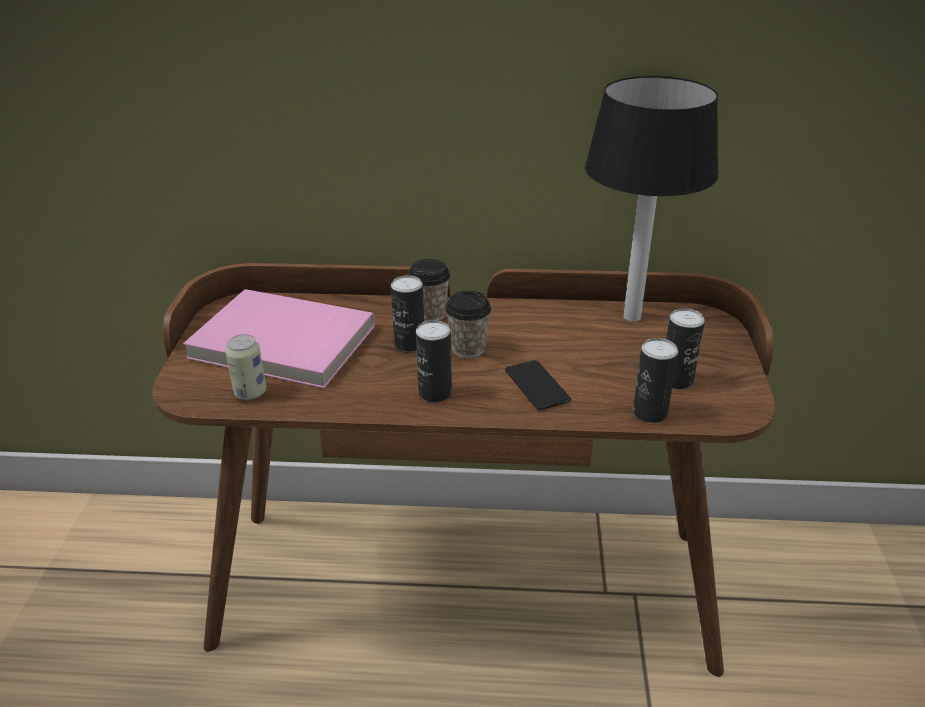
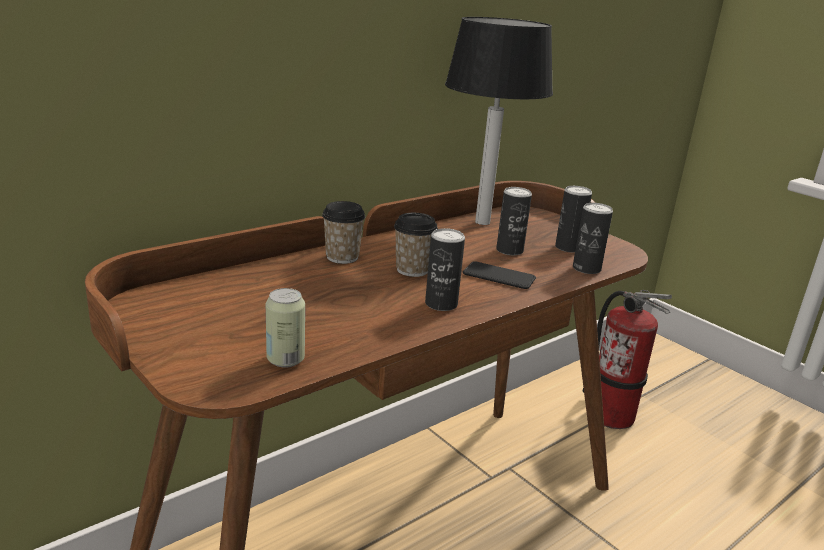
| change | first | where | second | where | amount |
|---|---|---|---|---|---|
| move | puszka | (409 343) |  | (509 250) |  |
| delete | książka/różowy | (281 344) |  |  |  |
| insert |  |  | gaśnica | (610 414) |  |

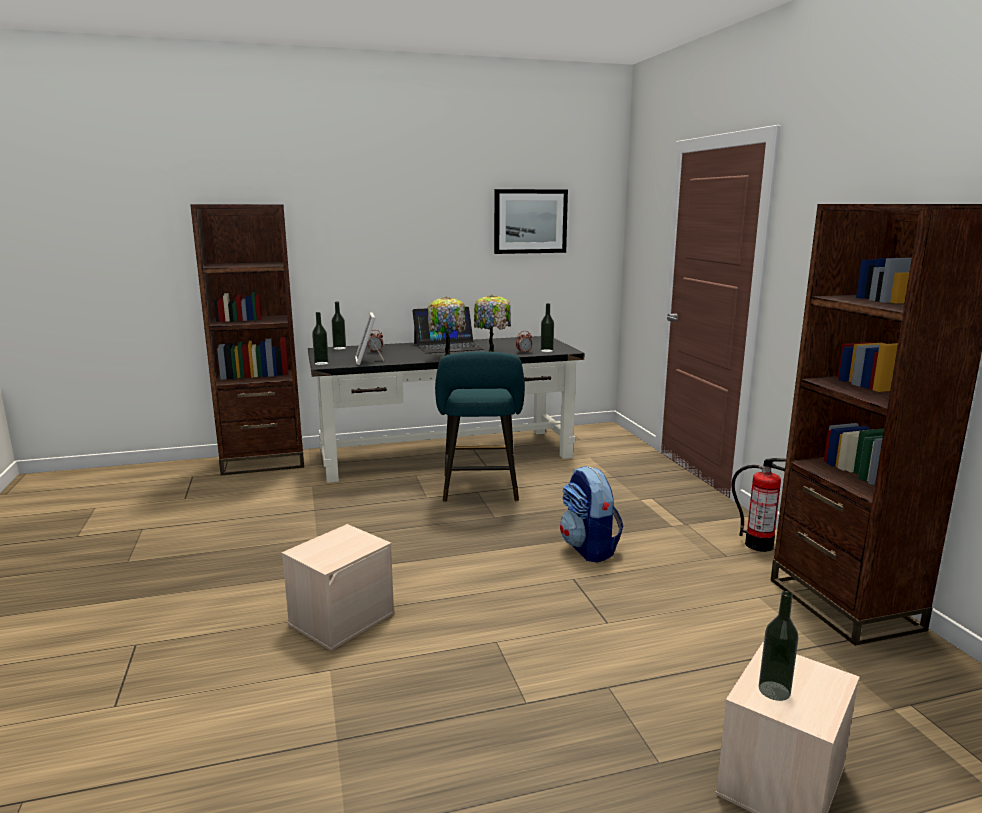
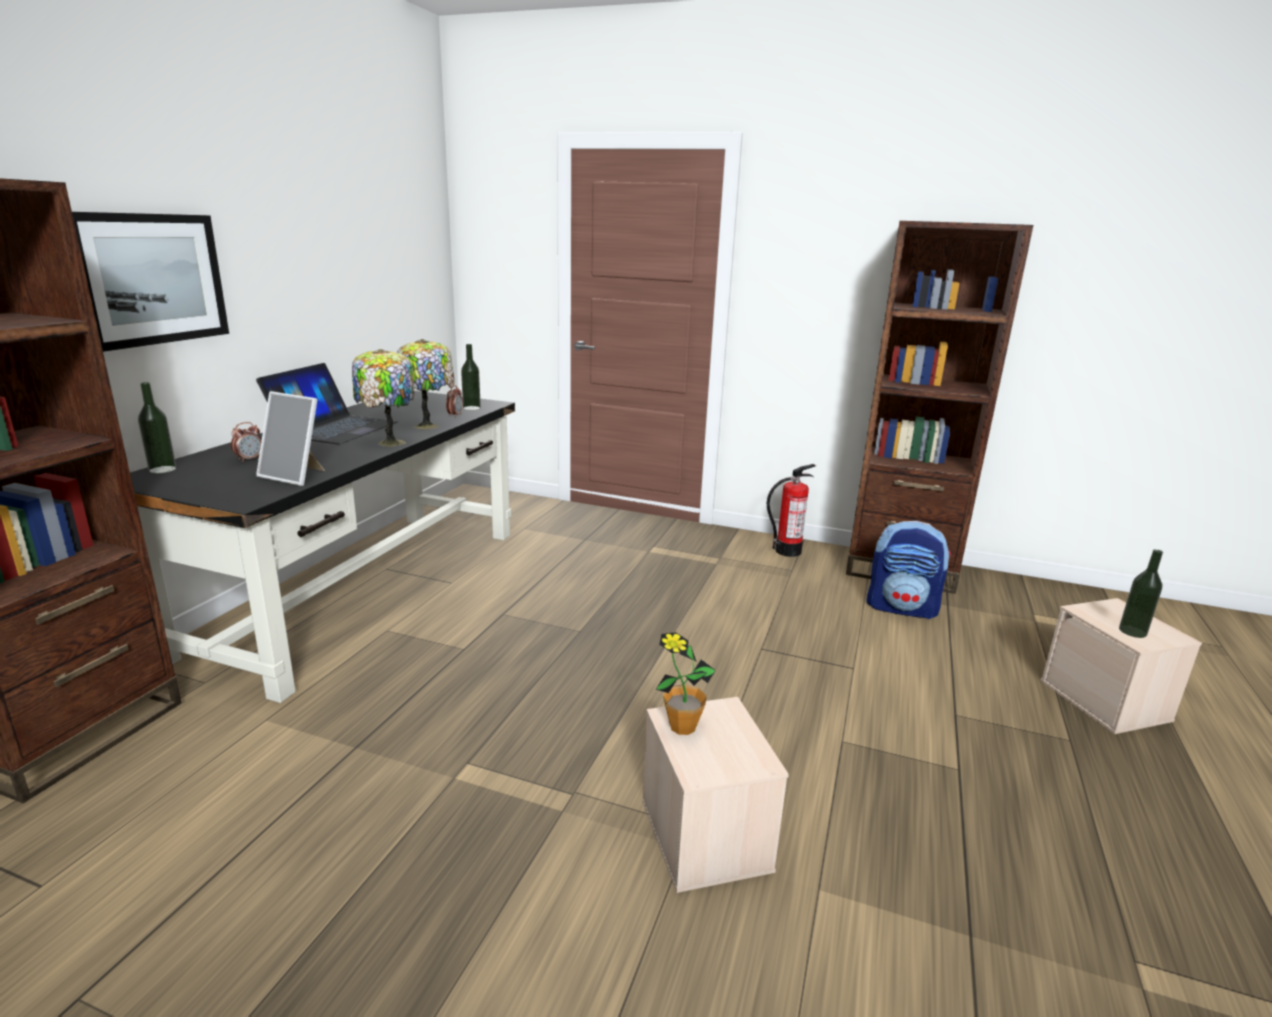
| change | first | where | second | where | amount |
|---|---|---|---|---|---|
| move | obraz | (530 221) |  | (151 279) |  |
| delete | butelka | (321 363) |  |  |  |
| delete | stołek/turkusowy | (480 490) |  |  |  |
| move | plecak | (589 549) |  | (902 608) |  |
| insert |  |  | roślina doniczkowa | (682 727) |  |

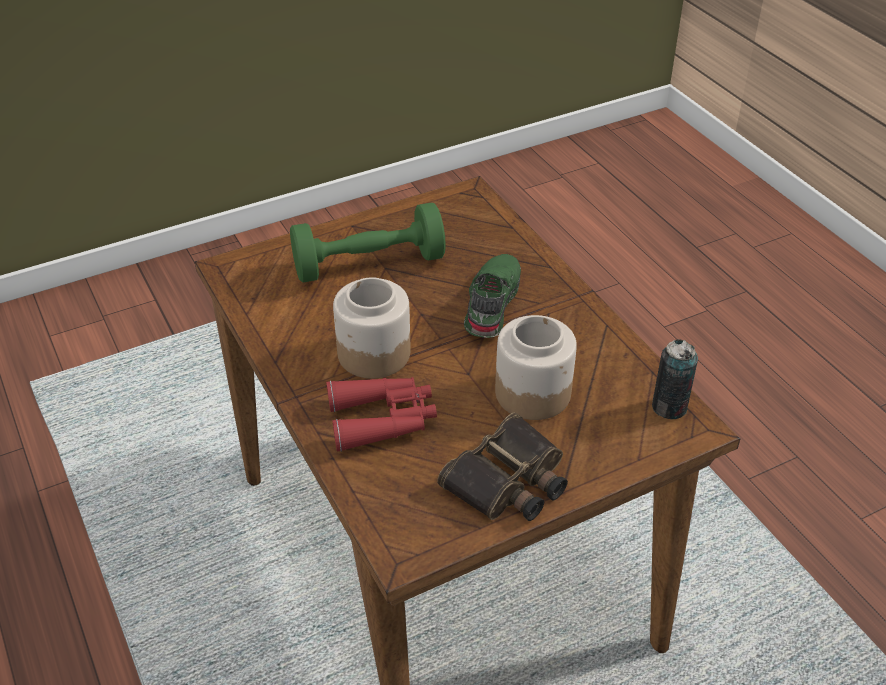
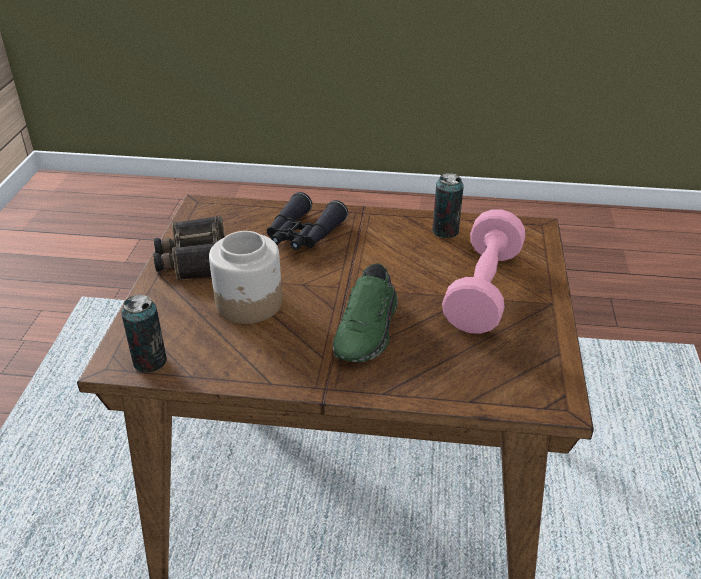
| change | first | where | second | where | amount |
|---|---|---|---|---|---|
| recolor | hantel/zielony | (369 264) | hantel/różowy | (483 290) |  |
| rotate | but/zielony | (490 303) |  | (368 330) | 60 degrees clockwise |
| delete | słoik | (373 353) |  |  |  |
| recolor | lornetka/czerwony | (383 420) | lornetka/czarny | (303 234) |  |
| insert |  |  | puszka | (445 231) |  |

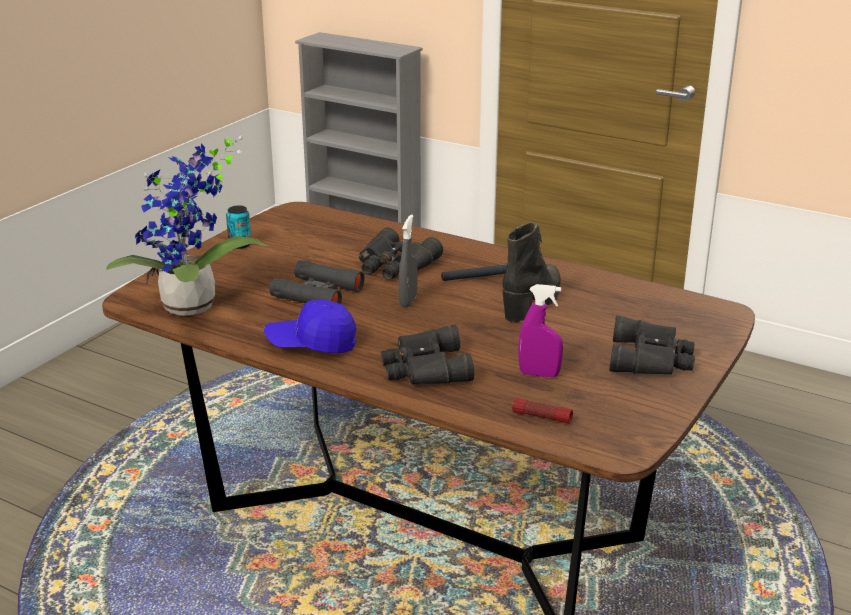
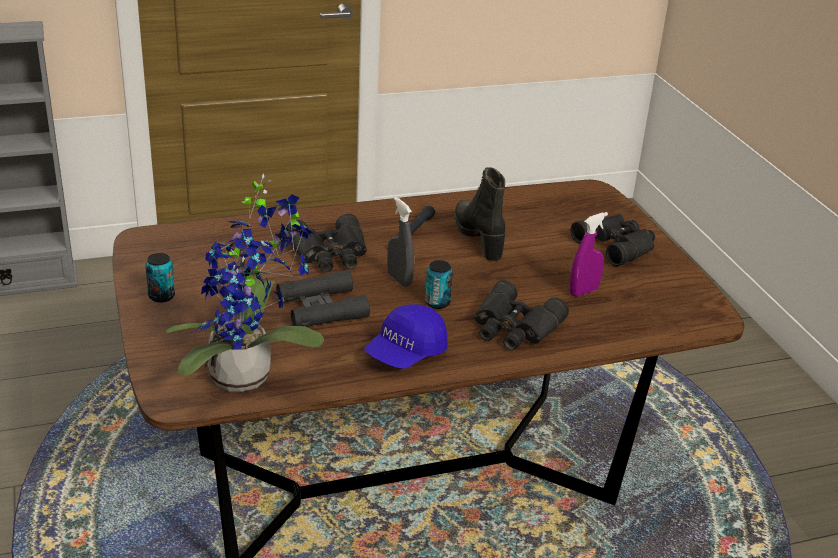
| change | first | where | second | where | amount |
|---|---|---|---|---|---|
| delete | latarka | (541 417) |  |  |  |
| insert |  |  | puszka | (437 303) |  |

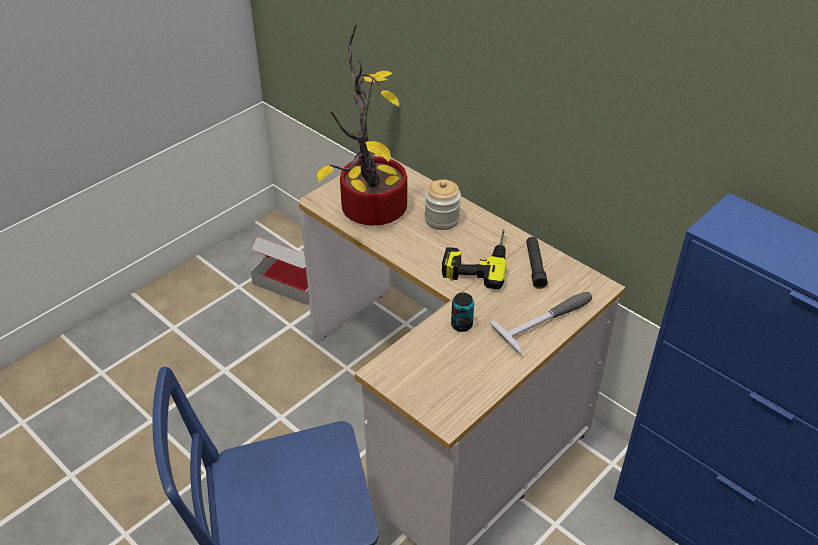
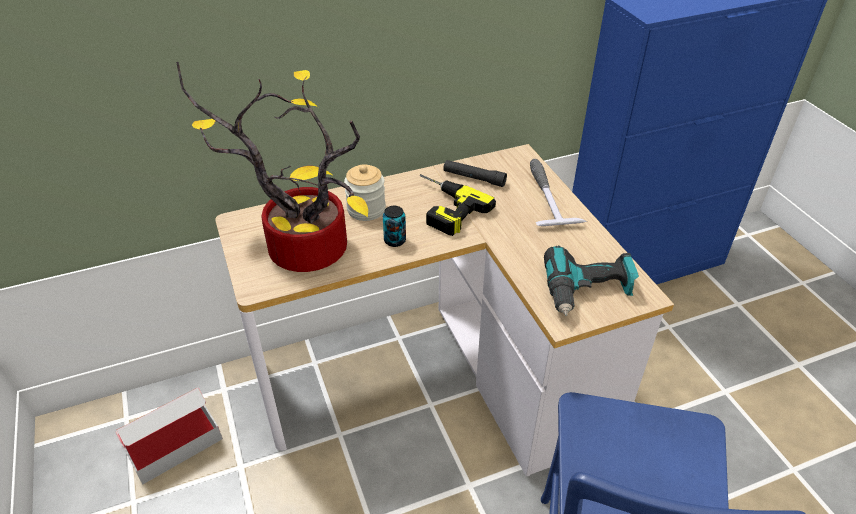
| change | first | where | second | where | amount |
|---|---|---|---|---|---|
| move | puszka | (461 325) |  | (395 240) |  |
| insert |  |  | wiertarka | (588 291) |  |

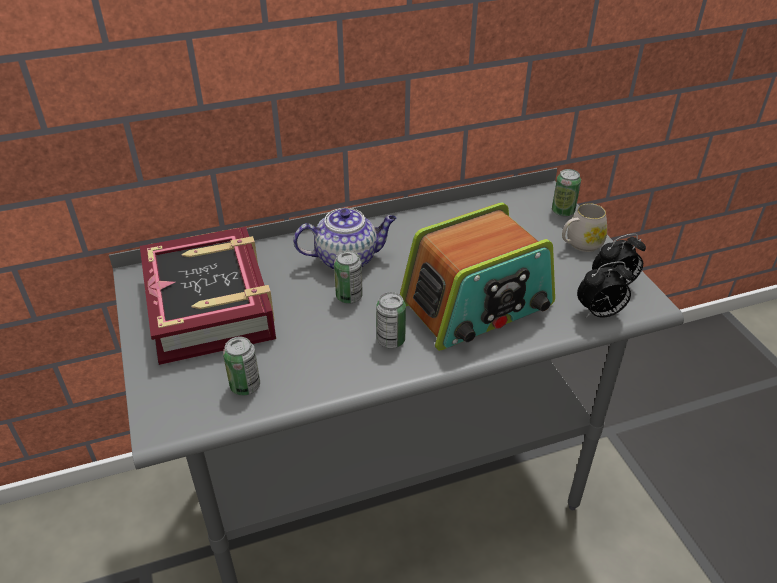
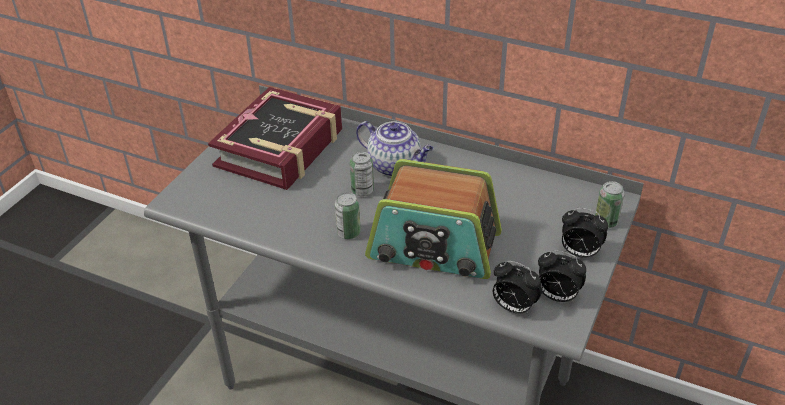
| change | first | where | second | where | amount |
|---|---|---|---|---|---|
| replace | kubek/biały | (580 244) | budzik | (579 253) |  |
| delete | puszka | (245 386) |  |  |  |

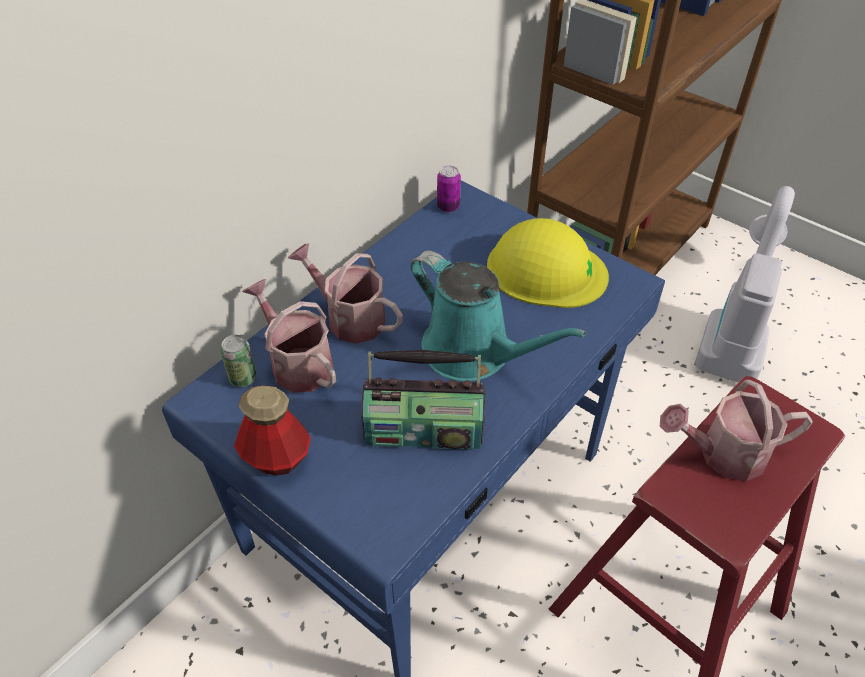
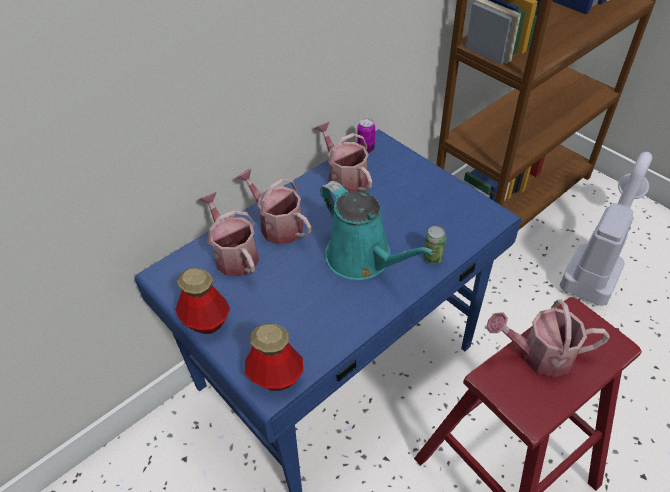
| change | first | where | second | where | amount |
|---|---|---|---|---|---|
| delete | kask/żółty | (546 270) |  |  |  |
| move | puszka | (243 378) |  | (432 258) |  |
| delete | radio | (424 430) |  |  |  |
| insert |  |  | konewka | (344 178) |  |
| insert |  |  | butelka | (276 377) |  |

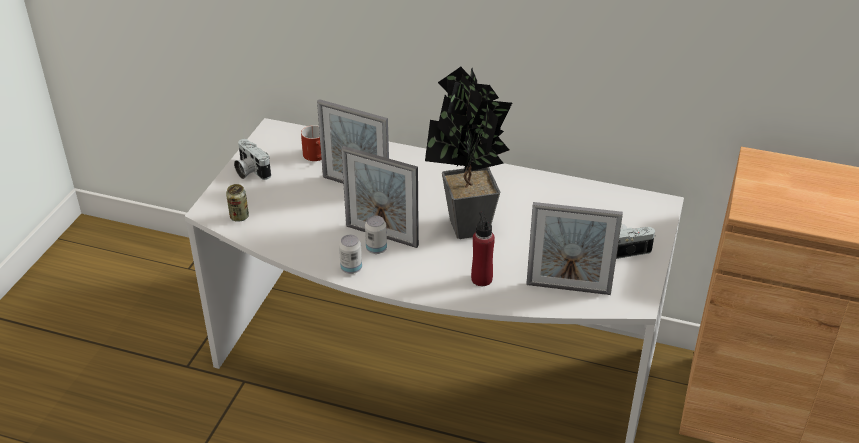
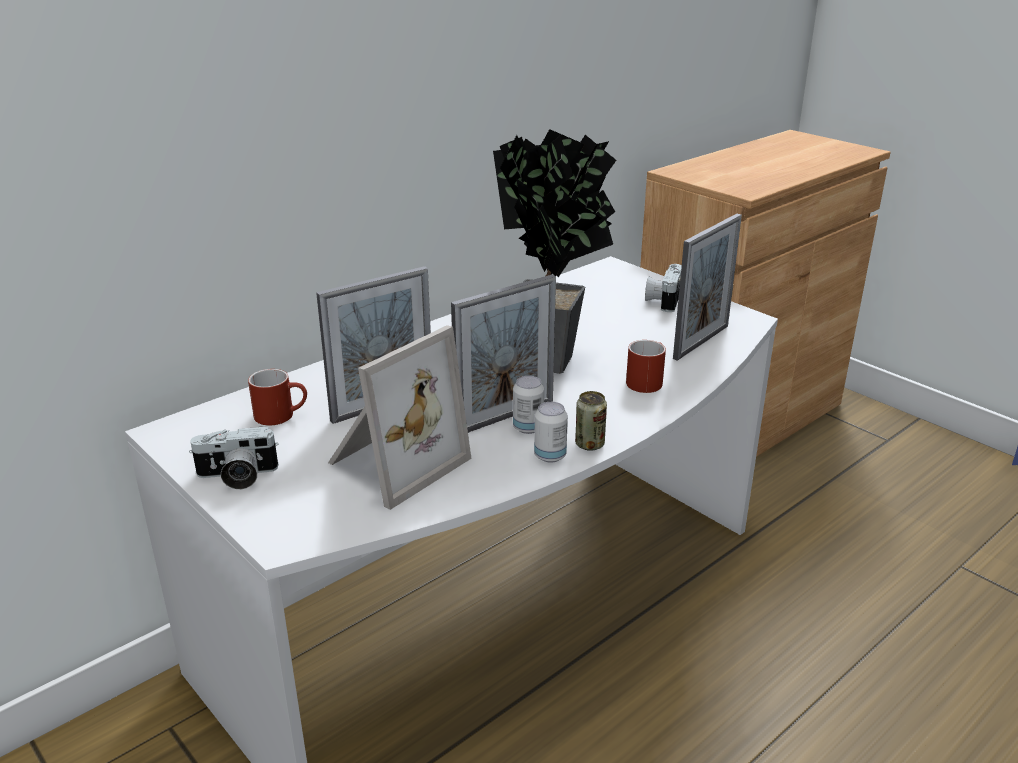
| change | first | where | second | where | amount |
|---|---|---|---|---|---|
| move | puszka | (239 217) |  | (589 444) |  |
| replace | butelka/czerwony | (481 279) | kubek/czerwony | (646 380) |  |
| insert |  |  | ramka na zdjęcie | (393 462) |  |

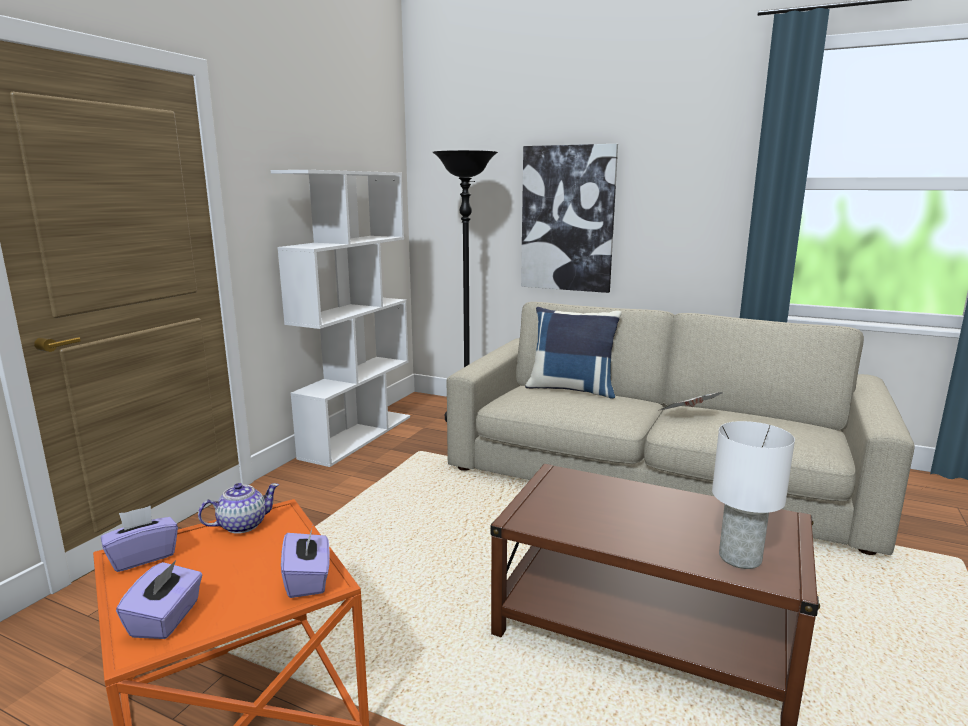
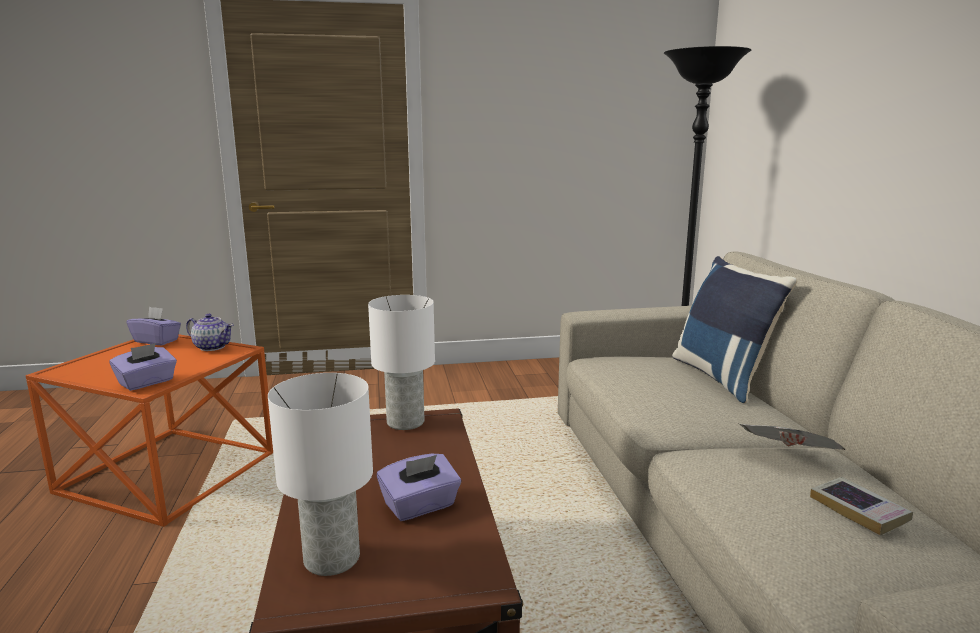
| change | first | where | second | where | amount |
|---|---|---|---|---|---|
| delete | obraz | (567 219) |  |  |  |
| delete | regał/biały | (357 436) |  |  |  |
| move | pudełko chusteczek/fioletowy | (166 619) |  | (420 506) |  |
| insert |  |  | lampa stołowa/biały | (406 422) |  |
| insert |  |  | książka | (858 510) |  |

